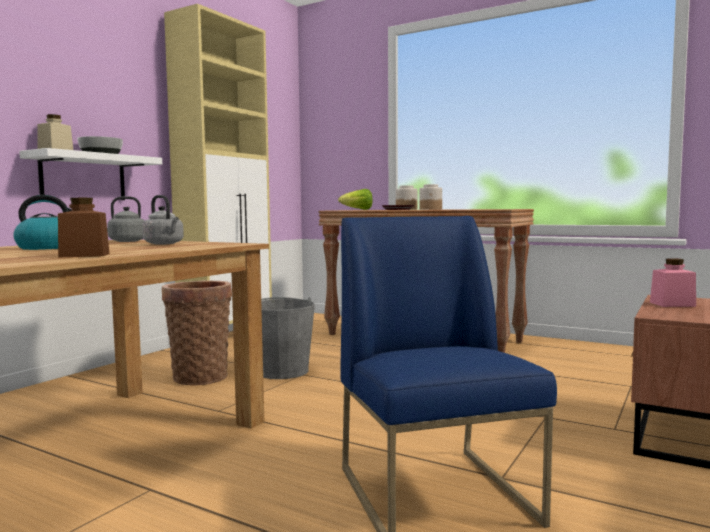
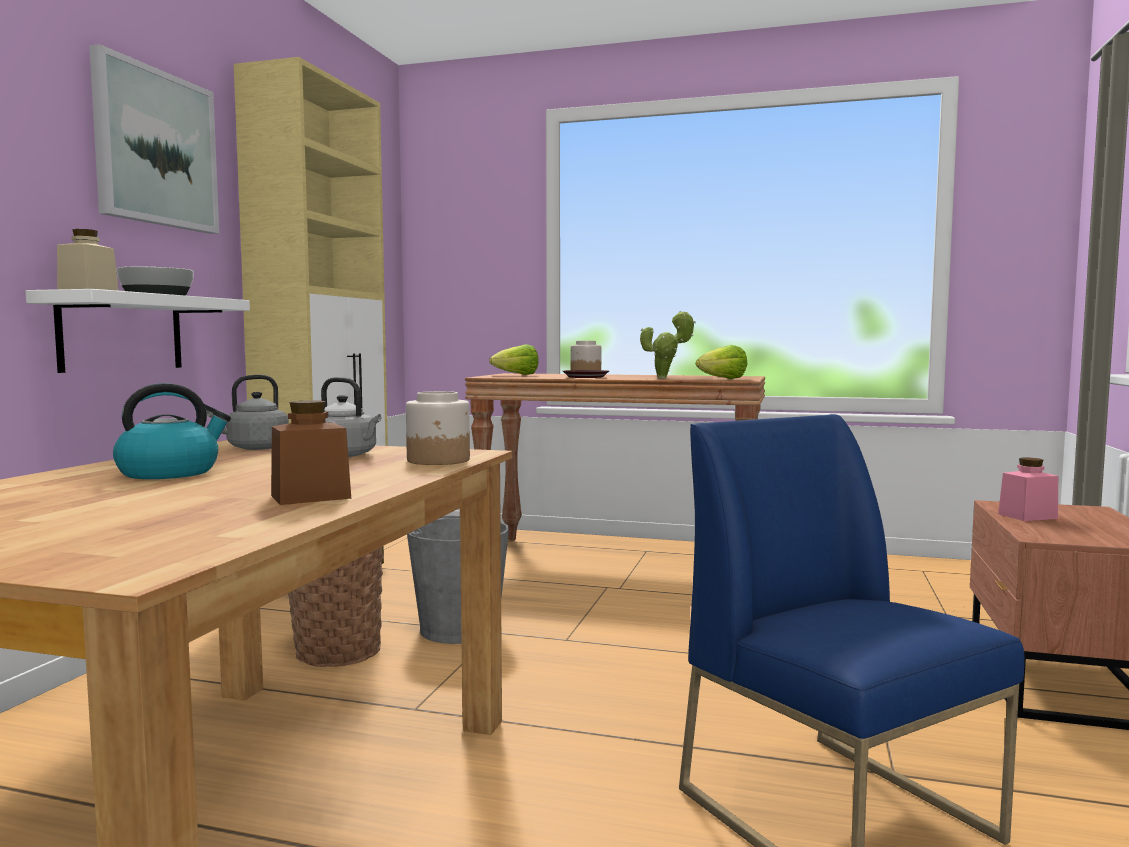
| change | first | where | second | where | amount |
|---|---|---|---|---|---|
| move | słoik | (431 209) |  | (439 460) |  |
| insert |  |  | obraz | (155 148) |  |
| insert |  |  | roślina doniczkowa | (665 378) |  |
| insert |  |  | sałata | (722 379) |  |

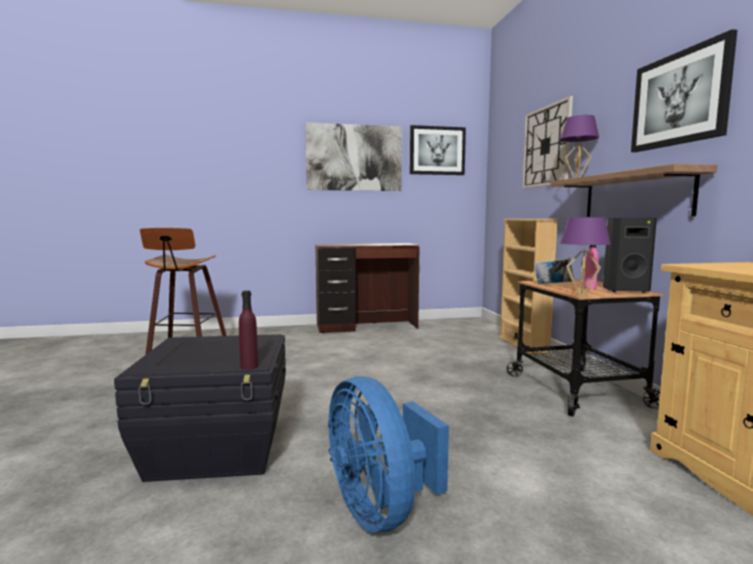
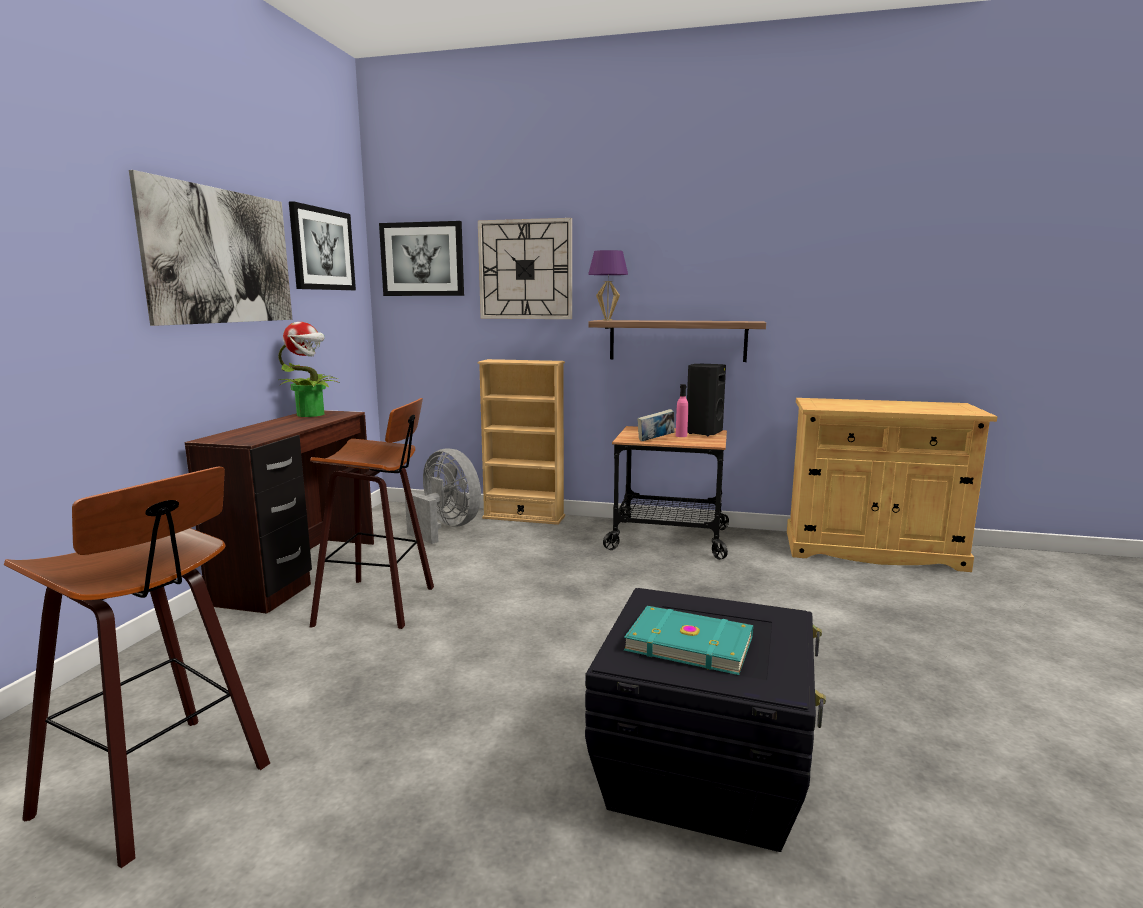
| change | first | where | second | where | amount |
|---|---|---|---|---|---|
| move | obraz | (679 99) |  | (422 259) |  |
| delete | lampa stołowa/fioletowy | (581 294) |  |  |  |
| delete | butelka/fioletowy | (249 366) |  |  |  |
| delete | wentylator/niebieski | (381 509) |  |  |  |
| insert |  |  | roślina doniczkowa | (312 414) |  |
| insert |  |  | stołek | (381 604) |  |
| insert |  |  | wentylator/szary | (446 528) |  |
| insert |  |  | książka/turkusowy | (689 642) |  |

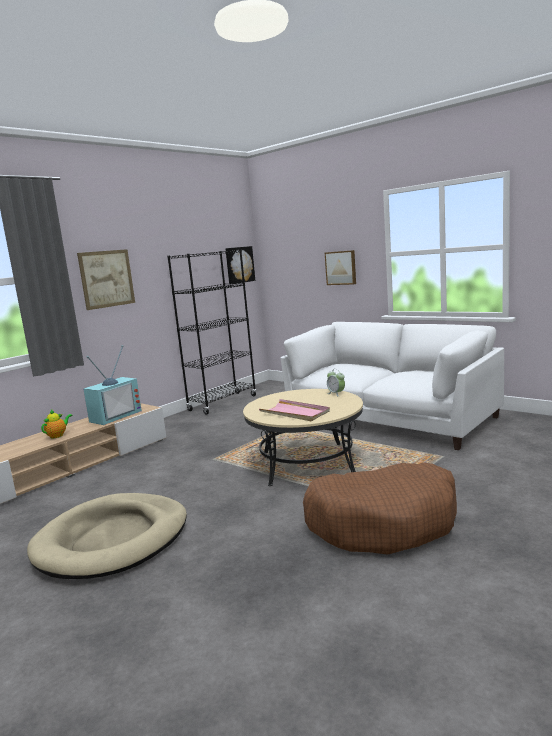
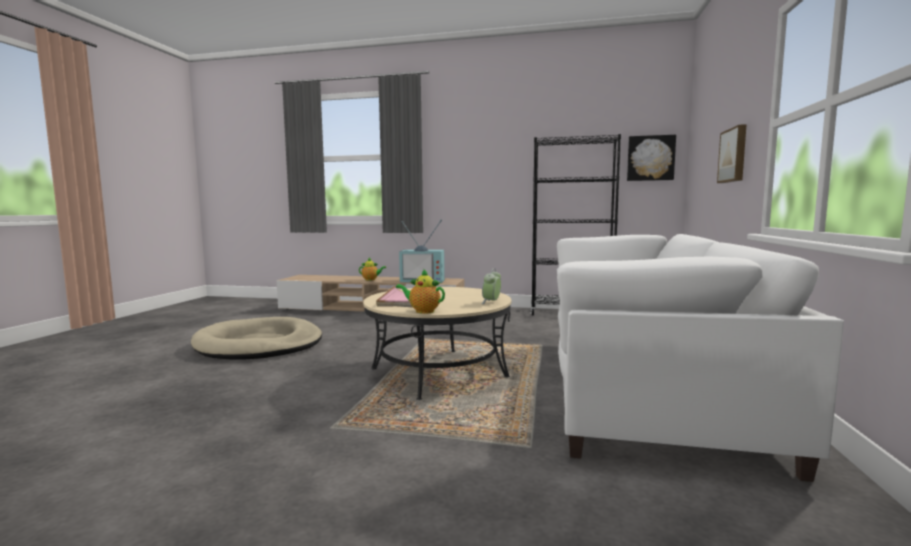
| change | first | where | second | where | amount |
|---|---|---|---|---|---|
| delete | obraz | (107 279) |  |  |  |
| delete | legowisko/brązowy | (383 522) |  |  |  |
| insert |  |  | imbryk | (422 311) |  |

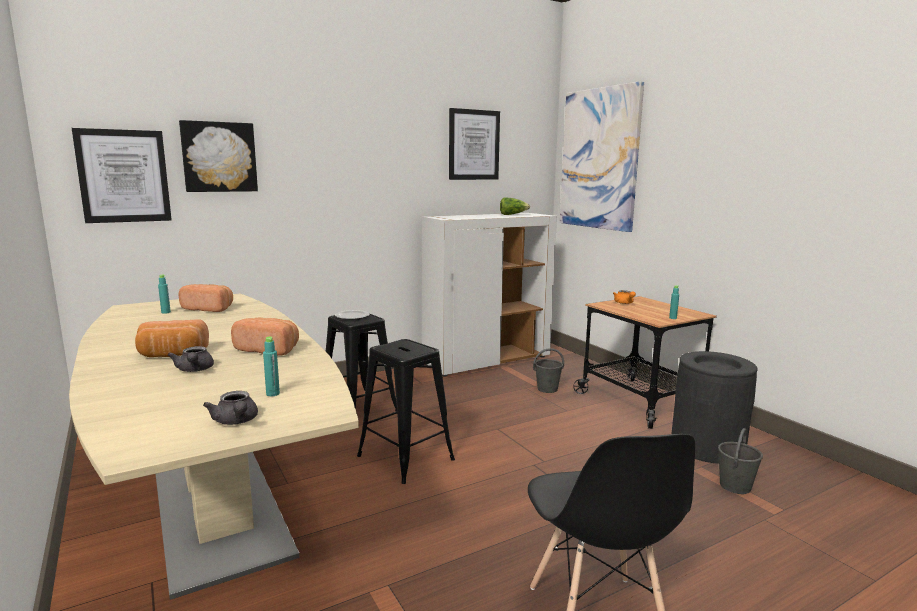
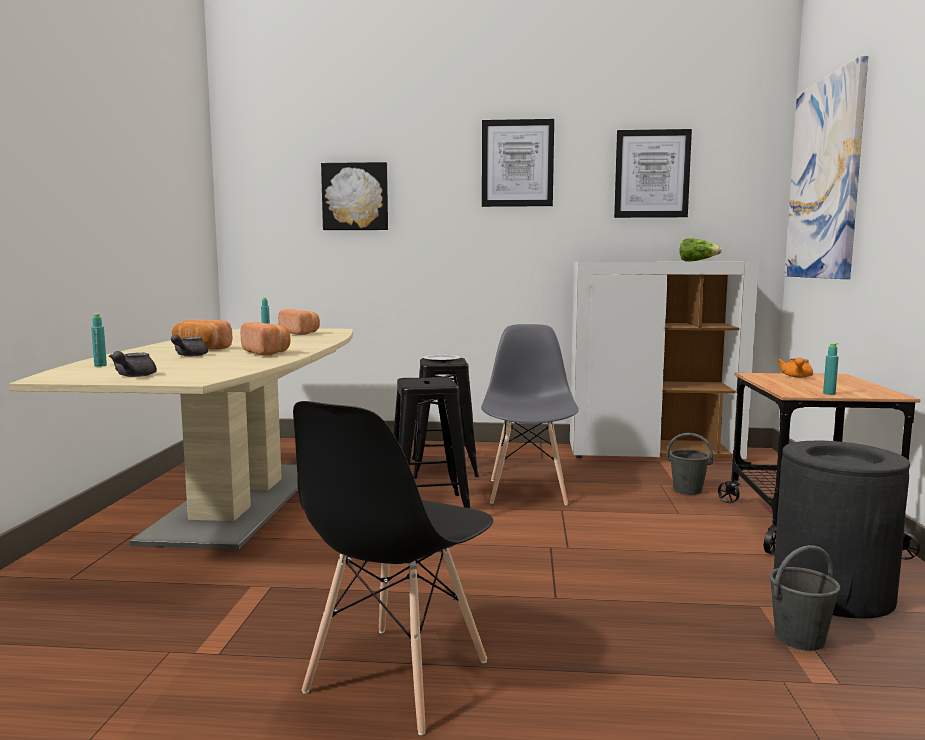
| change | first | where | second | where | amount |
|---|---|---|---|---|---|
| move | obraz | (124 176) |  | (517 163) |  |
| move | butelka/turkusowy | (273 394) |  | (100 365) |  |
| insert |  |  | krzesło/szary | (528 491) |  |

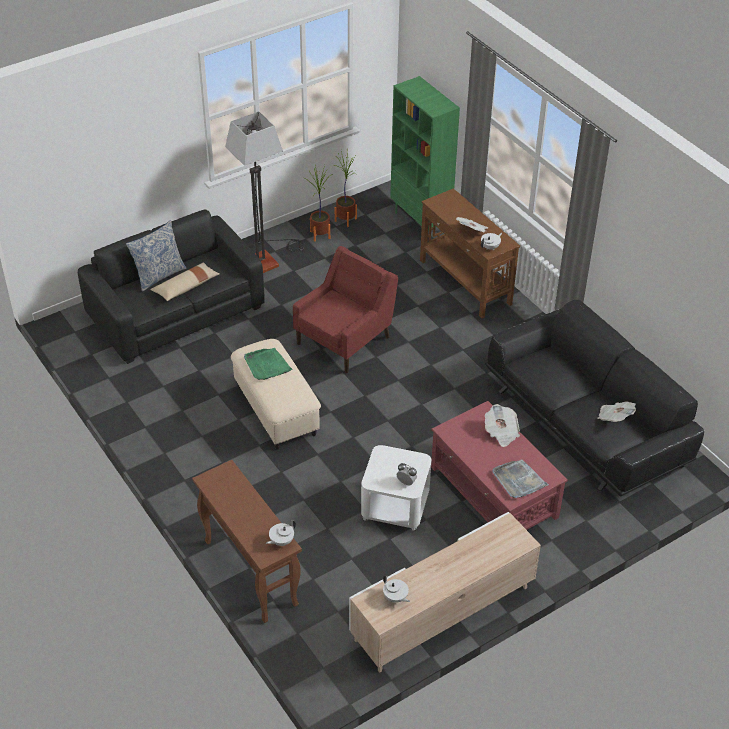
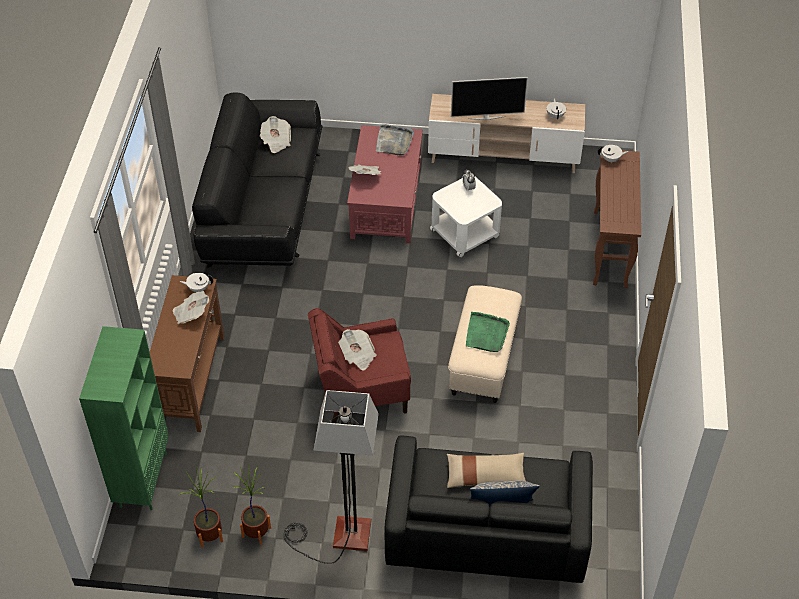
| change | first | where | second | where | amount |
|---|---|---|---|---|---|
| insert |  |  | telewizor | (486 117) |  |
| insert |  |  | gazeta | (357 356) |  |

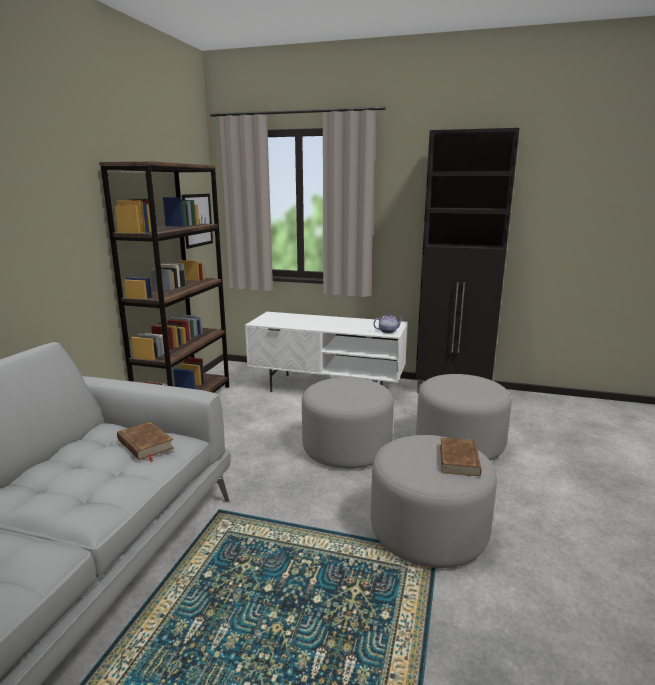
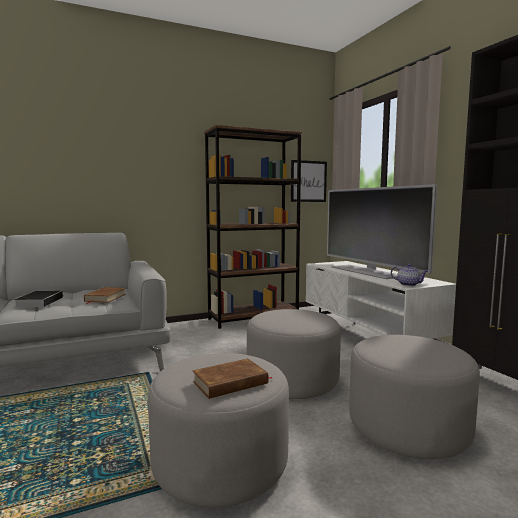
| change | first | where | second | where | amount |
|---|---|---|---|---|---|
| insert |  |  | telewizor | (366 271) |  |
| insert |  |  | książka | (40 301) |  |

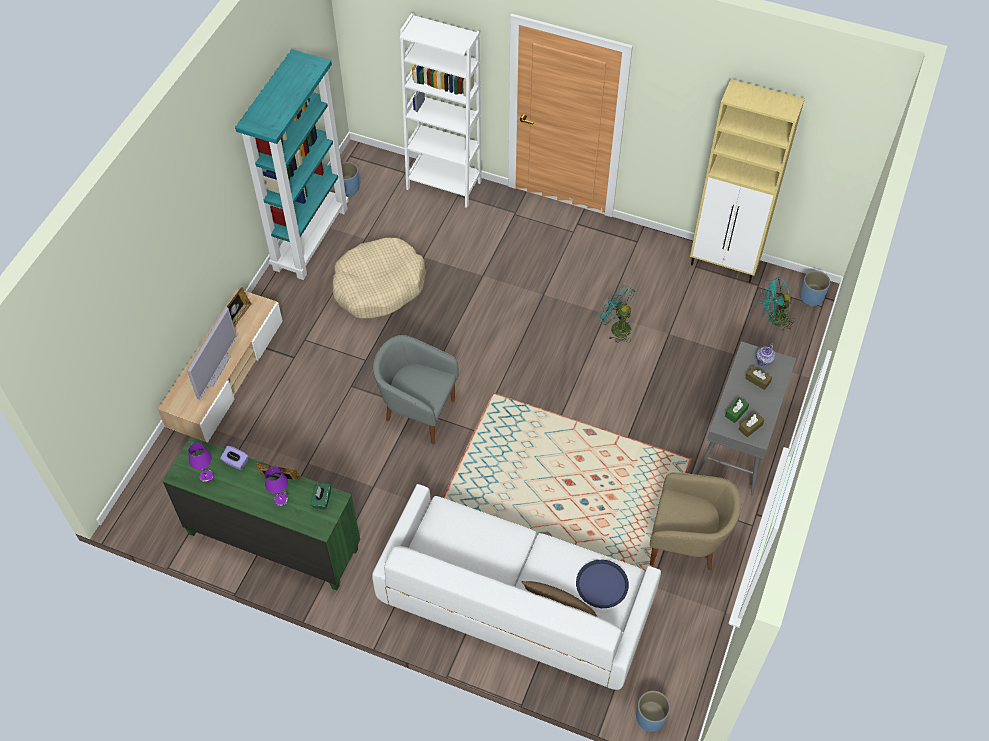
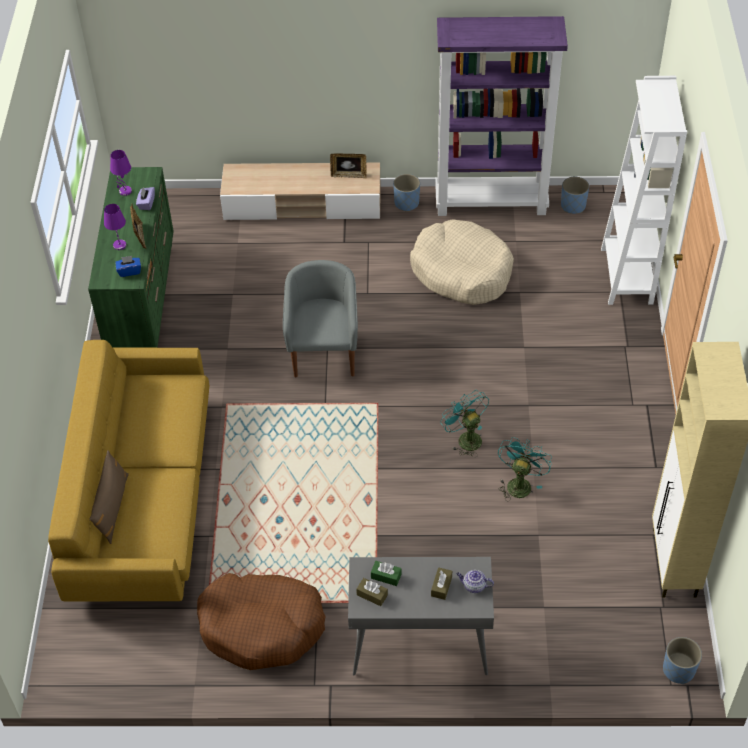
| change | first | where | second | where | amount |
|---|---|---|---|---|---|
| recolor | regał/turkusowy | (310 238) | regał/fioletowy | (492 202) |  |
| move | wentylator/turkusowy | (774 320) |  | (465 438) |  |
| delete | telewizor | (215 369) |  |  |  |
| replace | fotel/beżowy | (685 546) | legowisko/brązowy | (262 627) |  |
| recolor | pudełko chusteczek/zielony | (321 500) | pudełko chusteczek/niebieski | (129 271) |  |
| recolor | kanapa/biały | (515 601) | kanapa/żółty | (143 498) |  |
| delete | taca/niebieski | (602 584) |  |  |  |
| move | donica/niebieski | (650 717) |  | (406 203) |  |

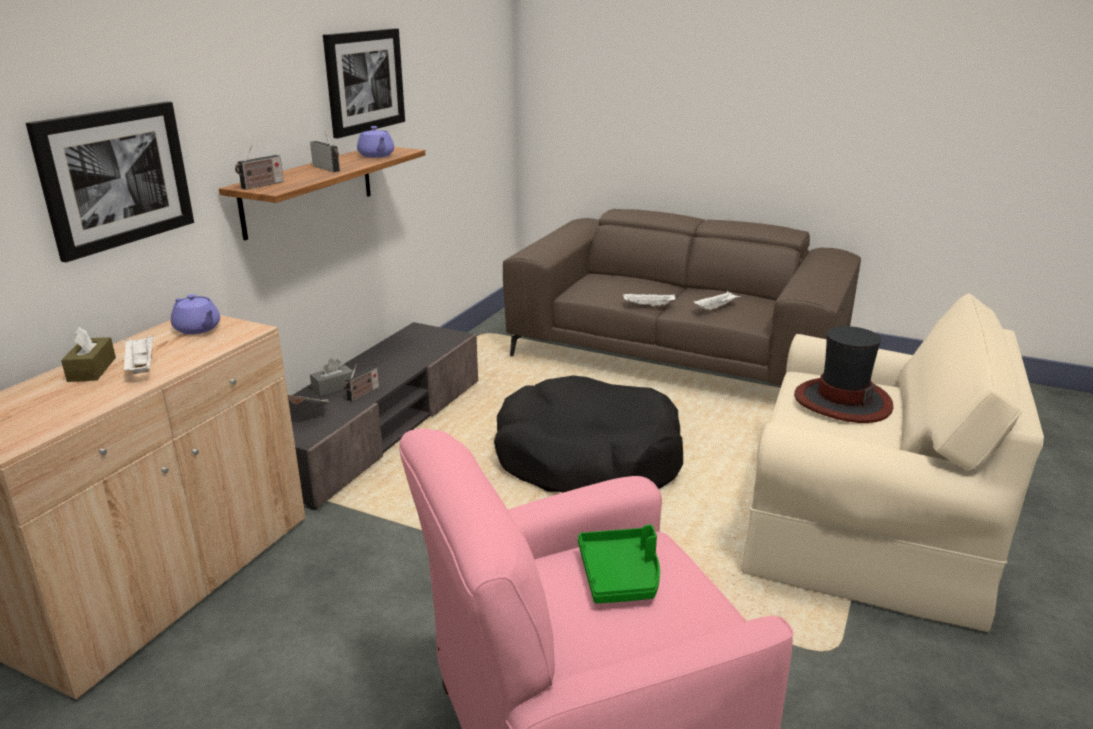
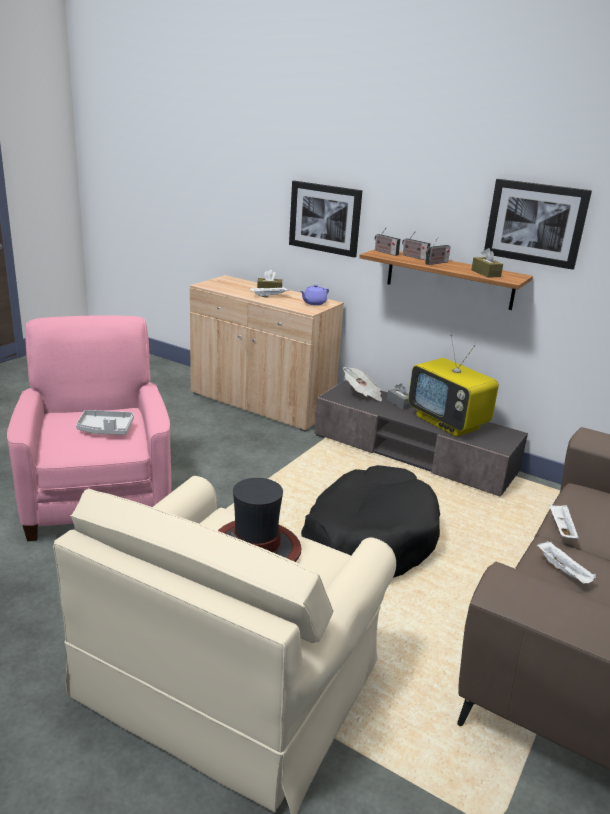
| change | first | where | second | where | amount |
|---|---|---|---|---|---|
| replace | imbryk/fioletowy | (376 156) | pudełko chusteczek/brązowy | (485 273) |  |
| move | radio | (362 394) |  | (413 257) |  |
| recolor | taca/zielony | (621 576) | taca/szary | (105 429) |  |
| insert |  |  | telewizor | (448 423) |  |

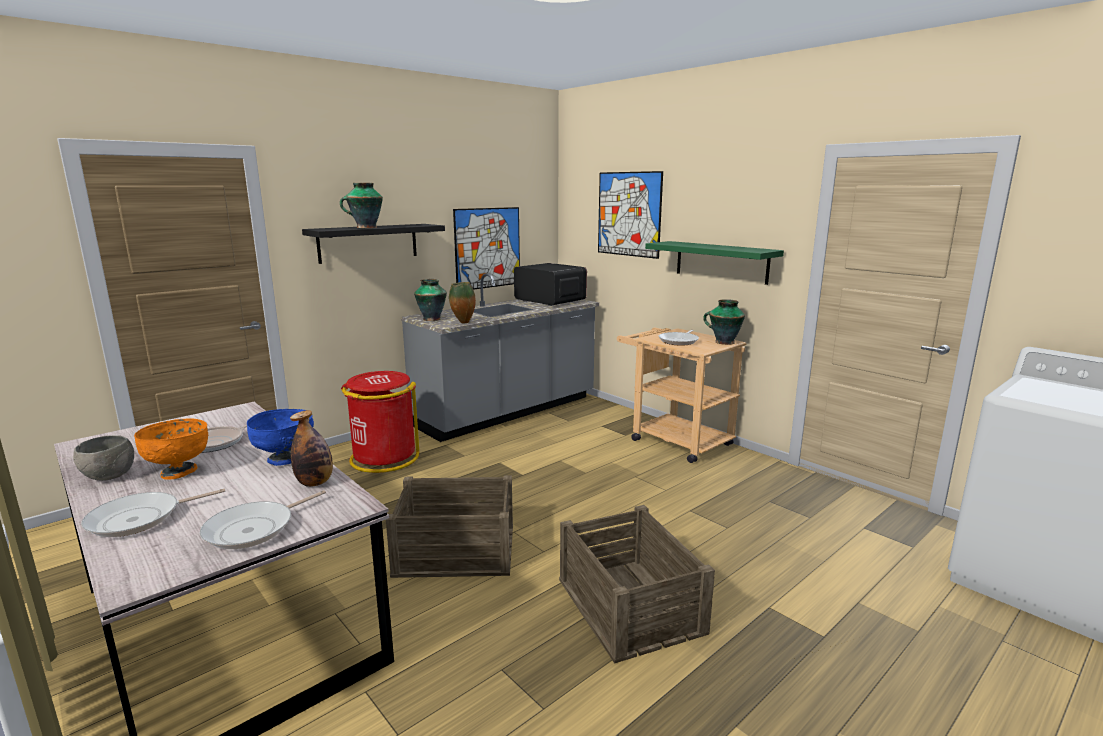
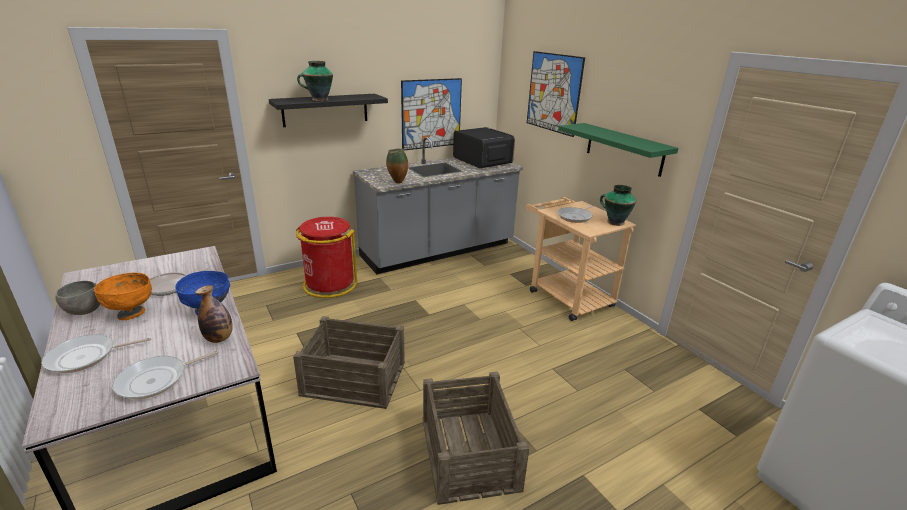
| change | first | where | second | where | amount |
|---|---|---|---|---|---|
| delete | wazon | (432 319) |  |  |  |

